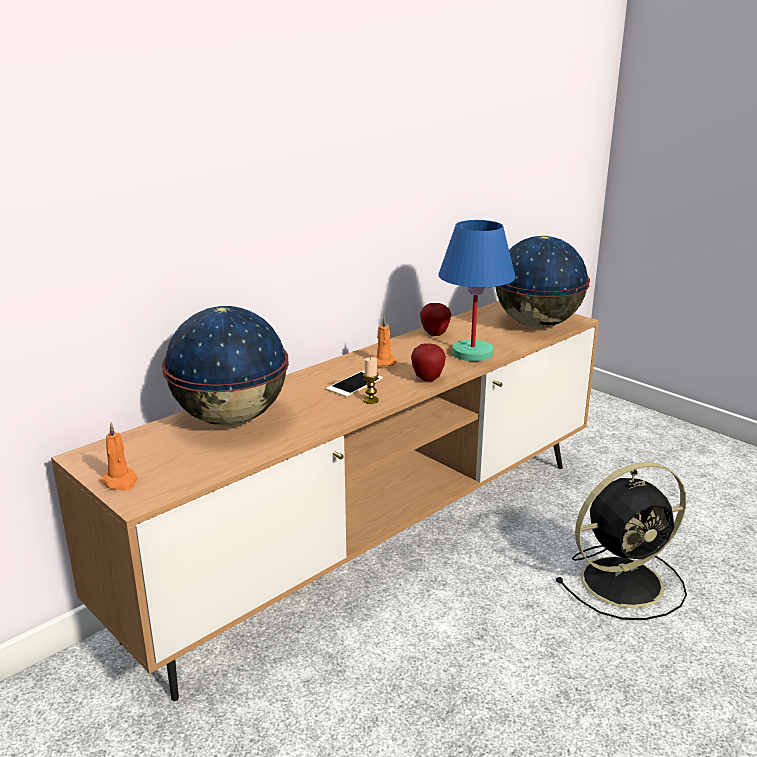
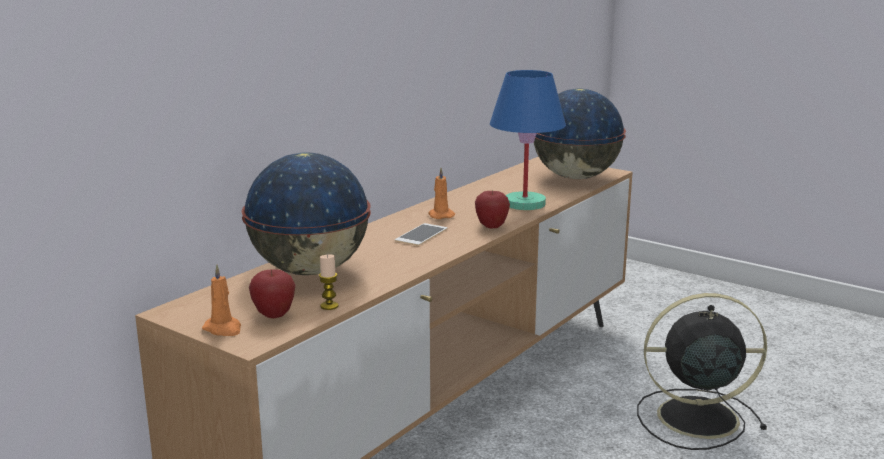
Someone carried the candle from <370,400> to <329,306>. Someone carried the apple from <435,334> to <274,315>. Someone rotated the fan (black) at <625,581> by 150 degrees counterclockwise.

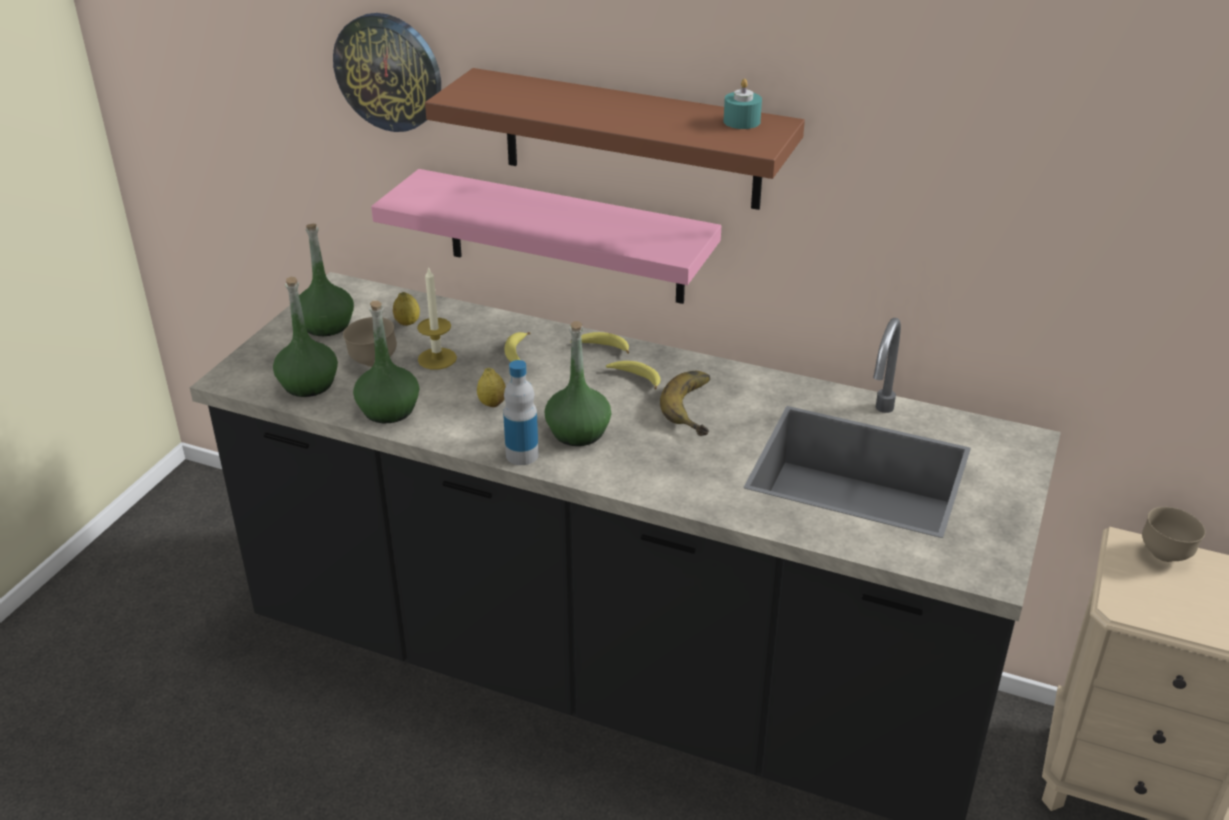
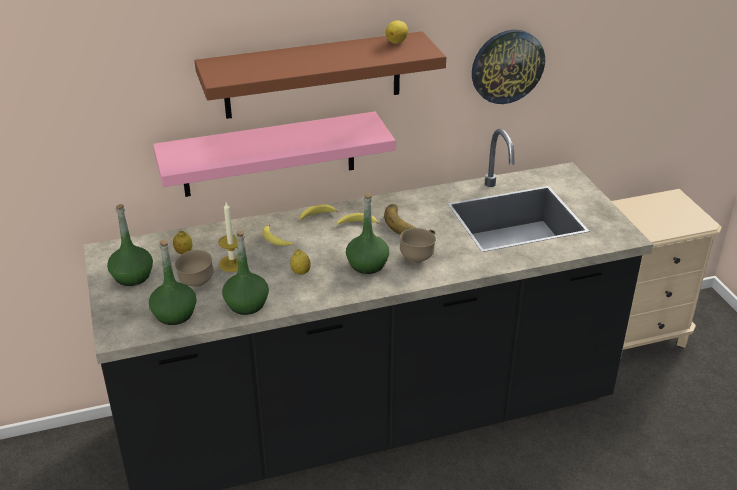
Someone carried the wall clock from <389,72> to <507,66>. Someone took away the bottle at <522,455>. Someone swapped the candle (turquoise) at <741,121> for the lemon at <397,42>. Someone carried the bowl (brown) from <1165,555> to <417,259>.

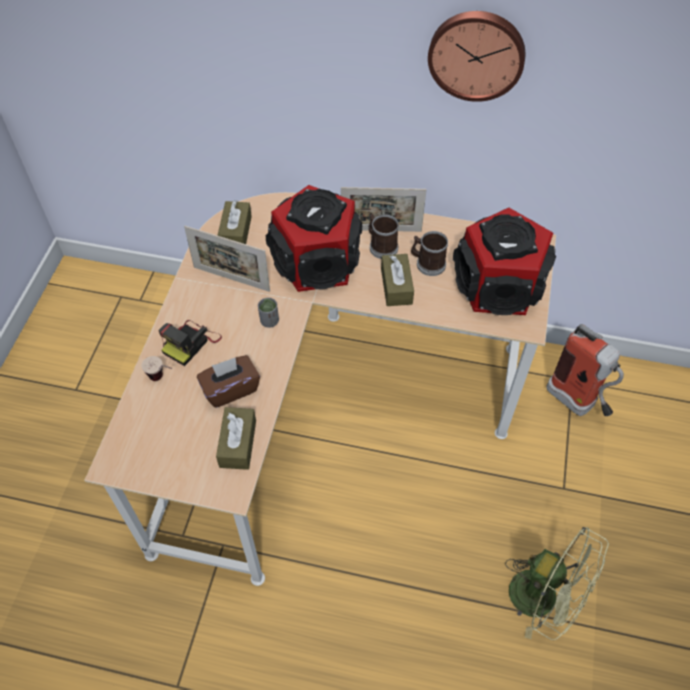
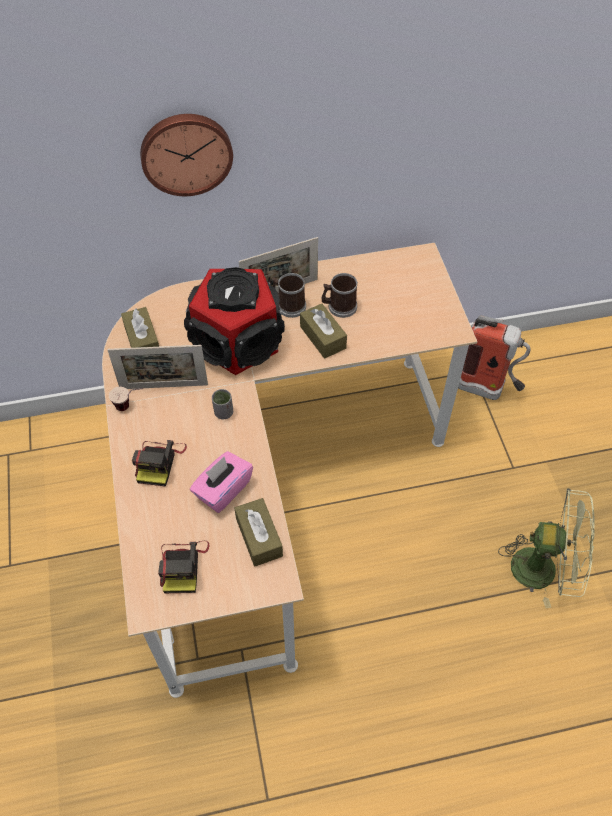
Someone carried the cup from <162,379> to <130,406>. Someone repainted the tissue box (brown) at <230,389>, which became the tissue box (pink) at <223,490>. Someone carried the wall clock from <476,54> to <186,152>. Someone took away the speaker at <499,287>. Someone put down the photo camera at <183,566>.

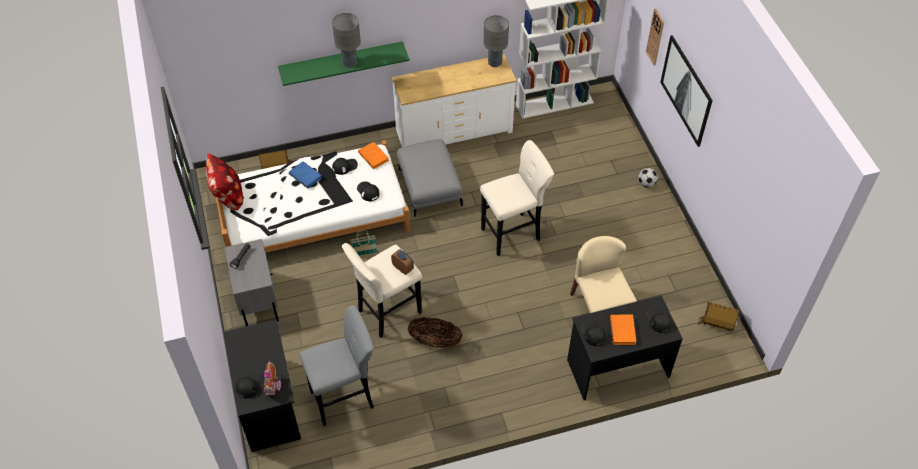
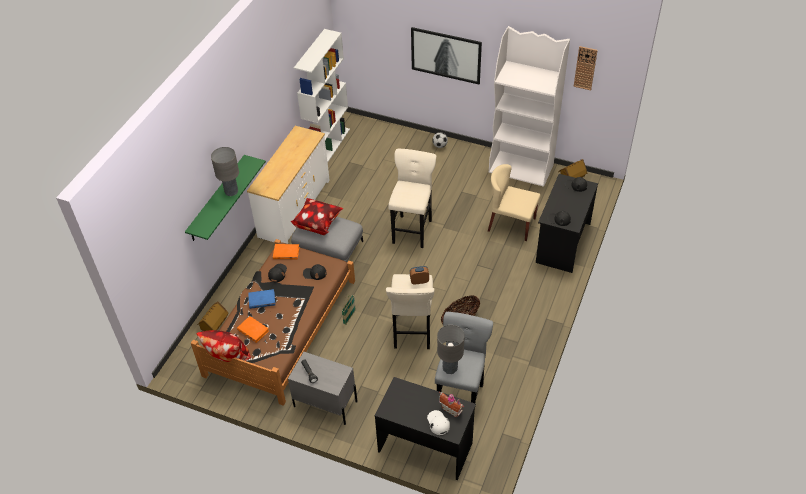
Someone repainted the bed (white) at <313,214>, which became the bed (brown) at <281,327>. Someone repainted the cap (black) at <250,385>, which became the cap (white) at <438,423>. Someone carried the table lamp (grey) from <494,62> to <450,368>. Someone carried the book (orange) from <622,330> to <253,330>. Someone carried the wall clock from <655,37> to <585,68>. Someone put down the pillow at <317,223>. Someone put down the bookcase (white) at <521,168>.

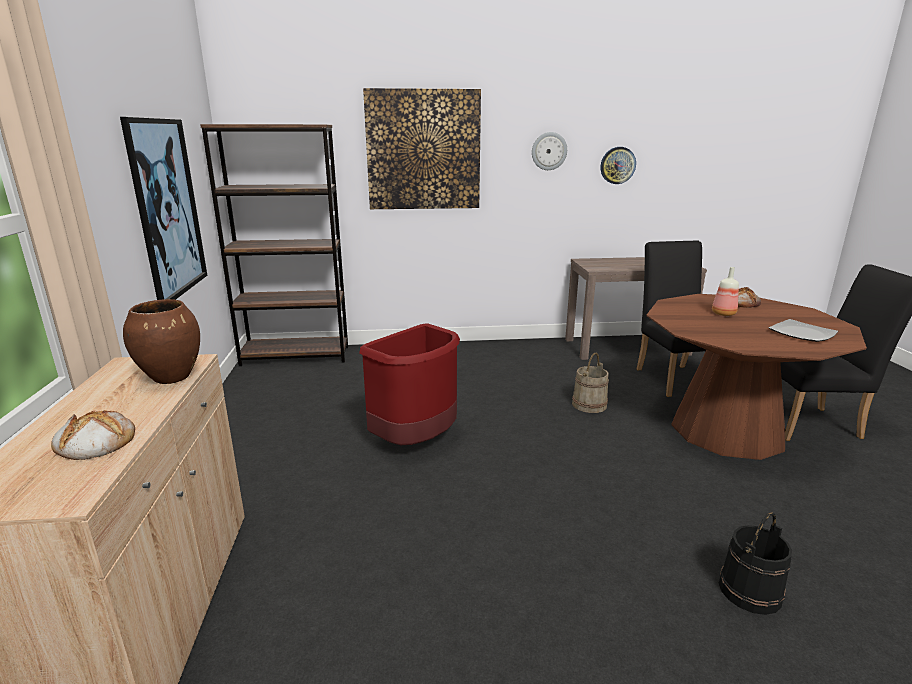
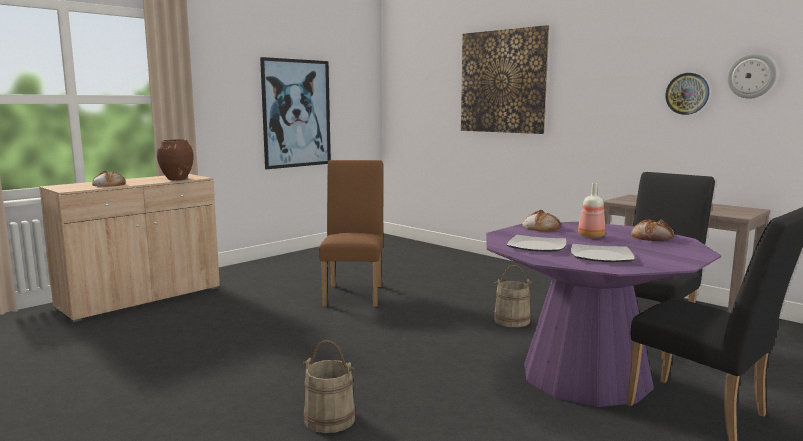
Someone took away the bookcase (brown) at <296,356>. Someone swapped the trash can (red) at <417,440> for the chair (brown) at <354,293>. Someone carried the wall clock from <549,151> to <751,76>. Someone repainted the dining table (brown) at <727,430>, which became the dining table (purple) at <586,376>. Someone repainted the bucket (black) at <750,591>, which became the bucket (beige) at <329,419>. Someone put down the plate at <536,246>. Someone put down the bread at <541,227>.

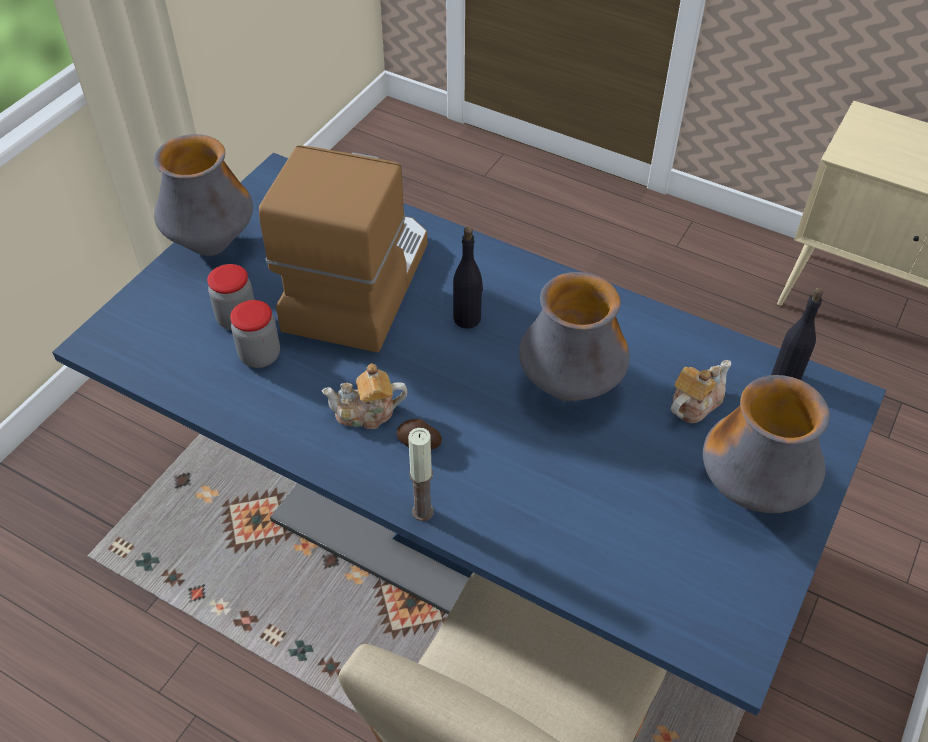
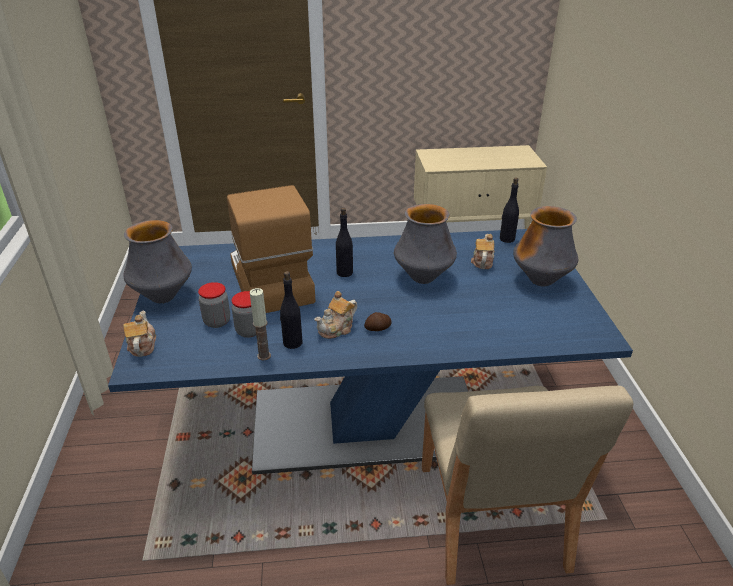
Someone carried the candle from <422,511> to <264,356>. Someone put down the teapot at <142,345>. Someone put down the bottle (black) at <292,342>.

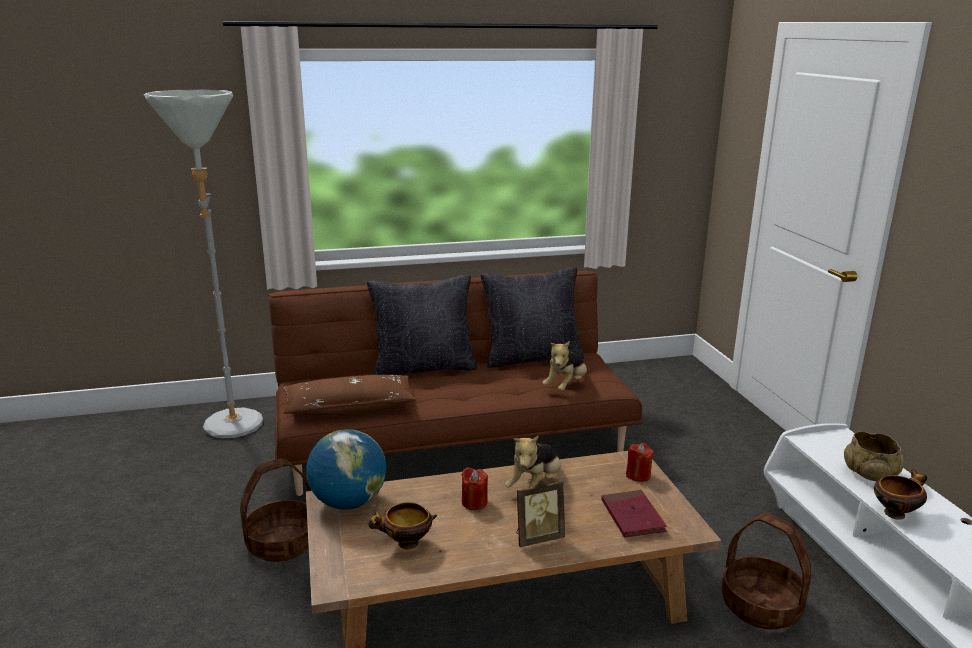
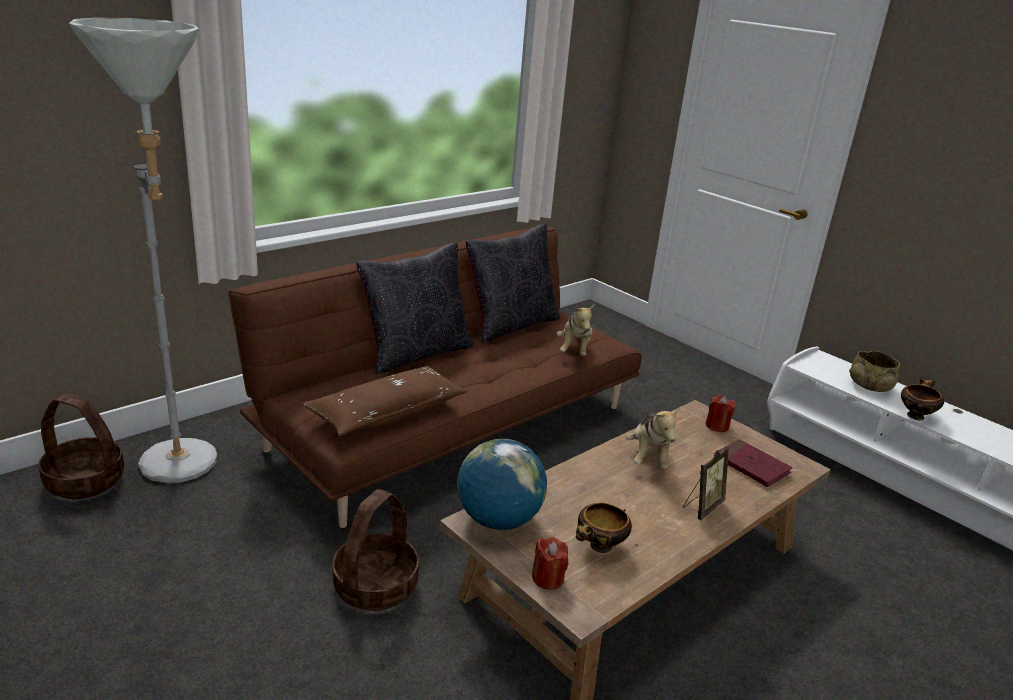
Someone carried the candle (red) from <474,502> to <548,578>. Someone carried the basket from <761,606> to <86,480>.

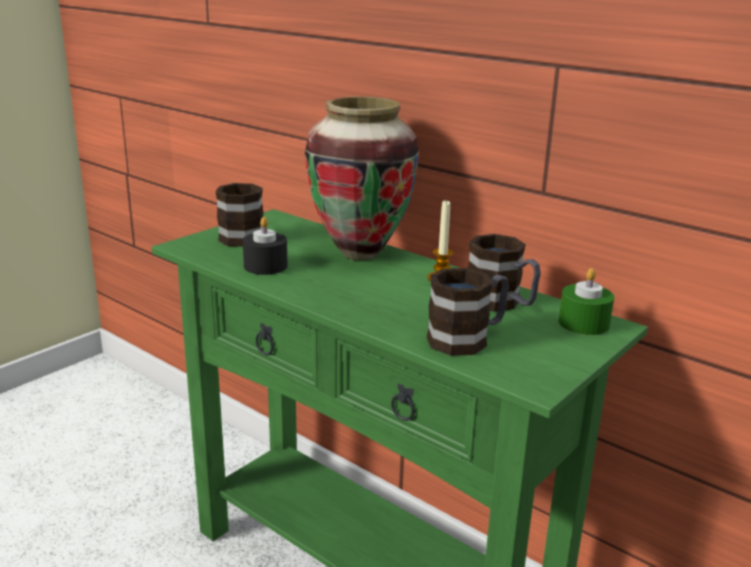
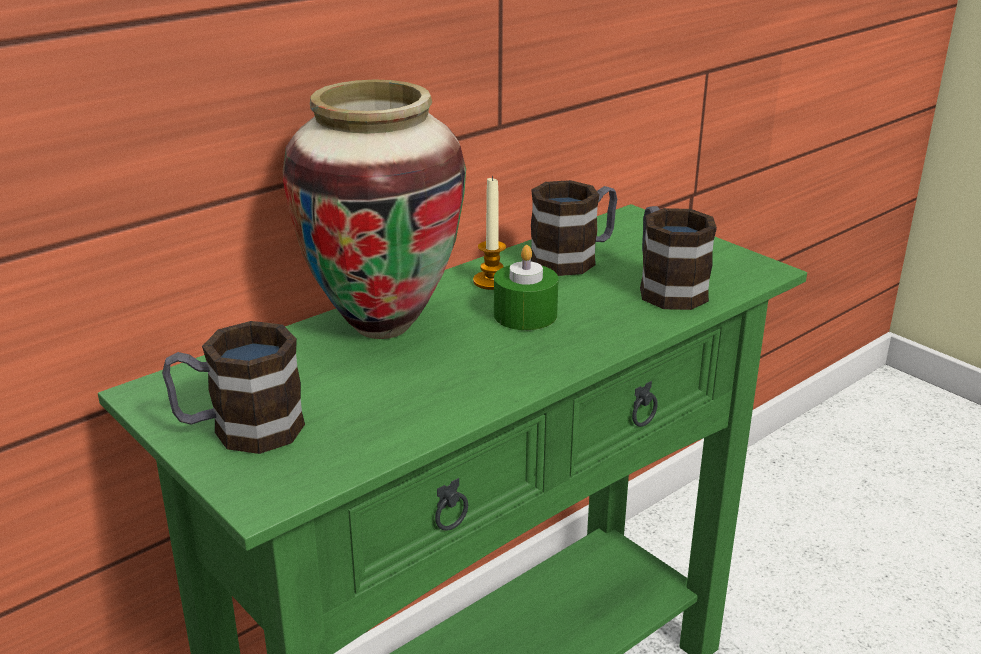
Someone took away the candle (black) at <265,266>. Someone carried the candle (green) from <583,323> to <525,315>.

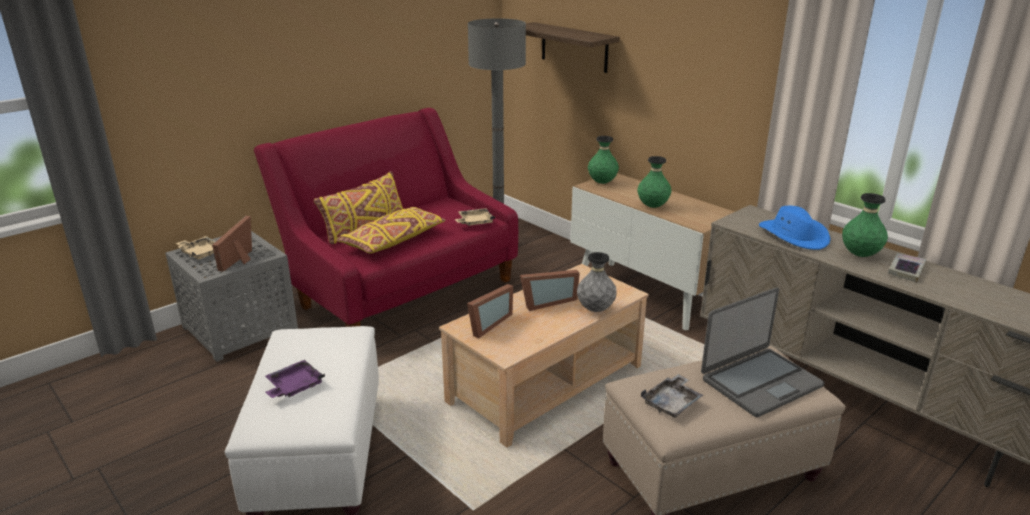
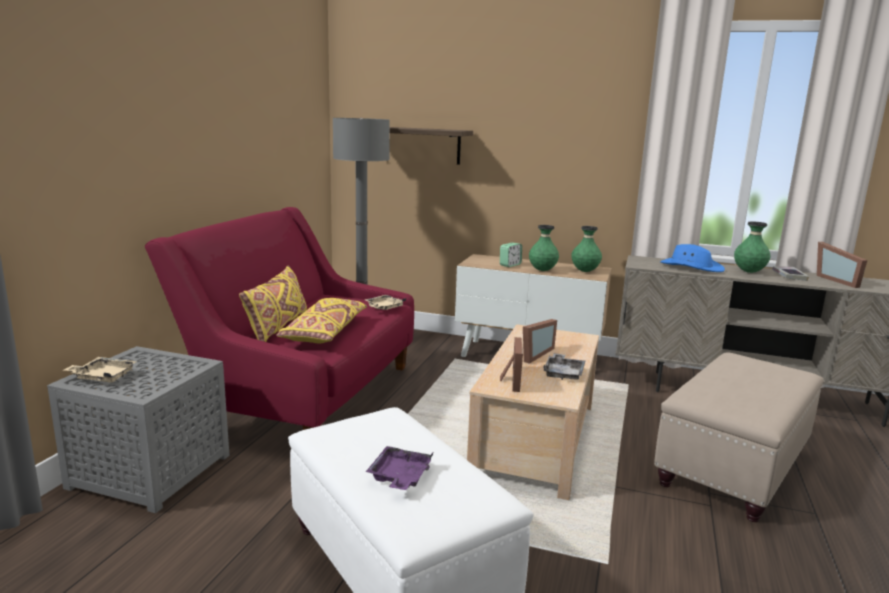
Someone carried the picture frame from <241,259> to <839,280>. Someone took away the vase (grey) at <595,309>. Someone carried the vase (green) from <602,182> to <584,271>. Someone carried the tray (grey) from <672,403> to <563,373>. Someone took away the laptop at <760,382>. Someone put down the alarm clock at <510,265>.

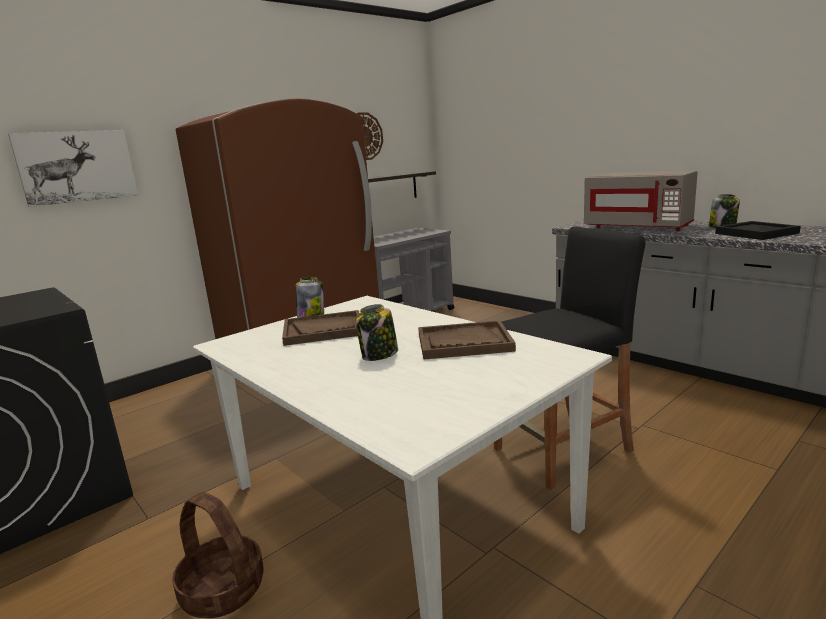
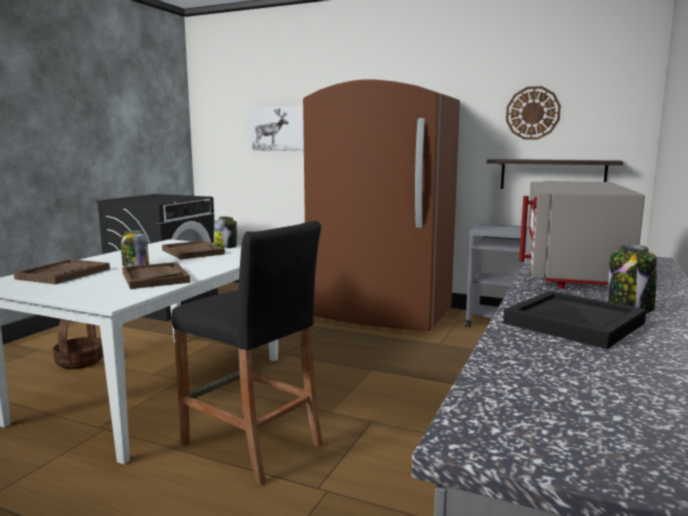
Someone put down the tray (brown) at <64,274>.

